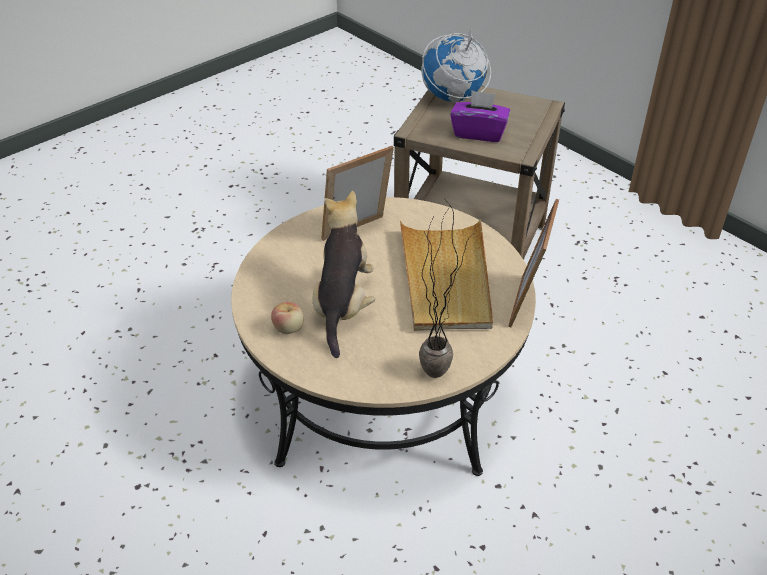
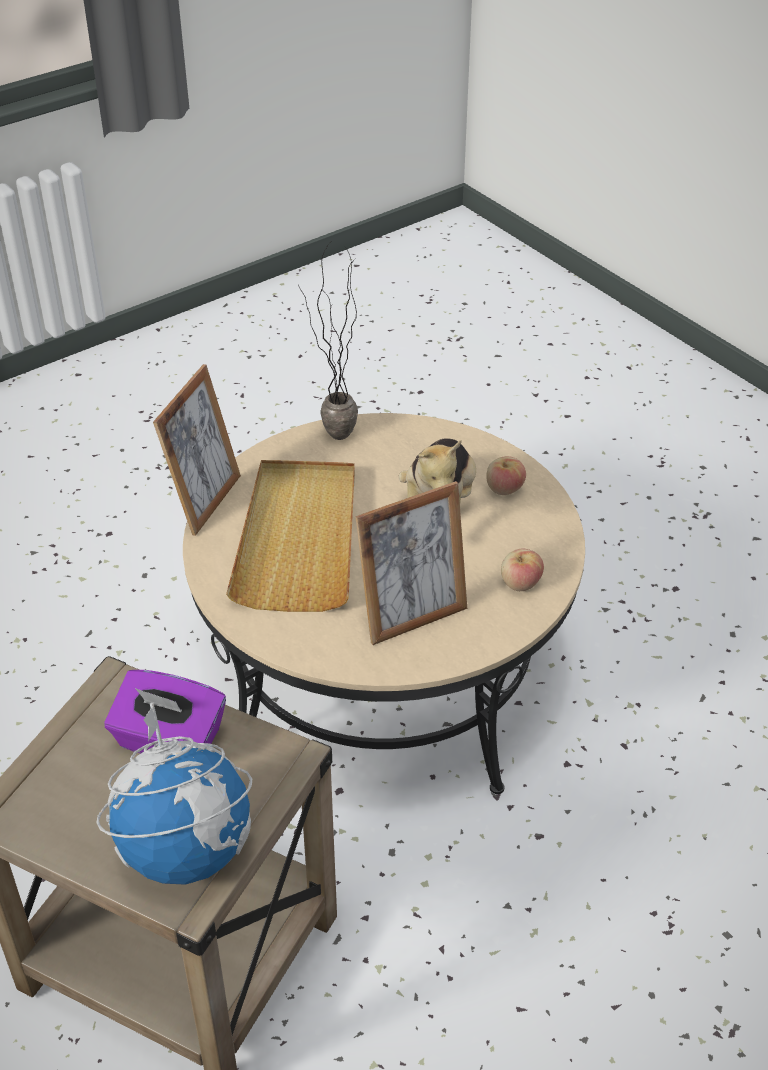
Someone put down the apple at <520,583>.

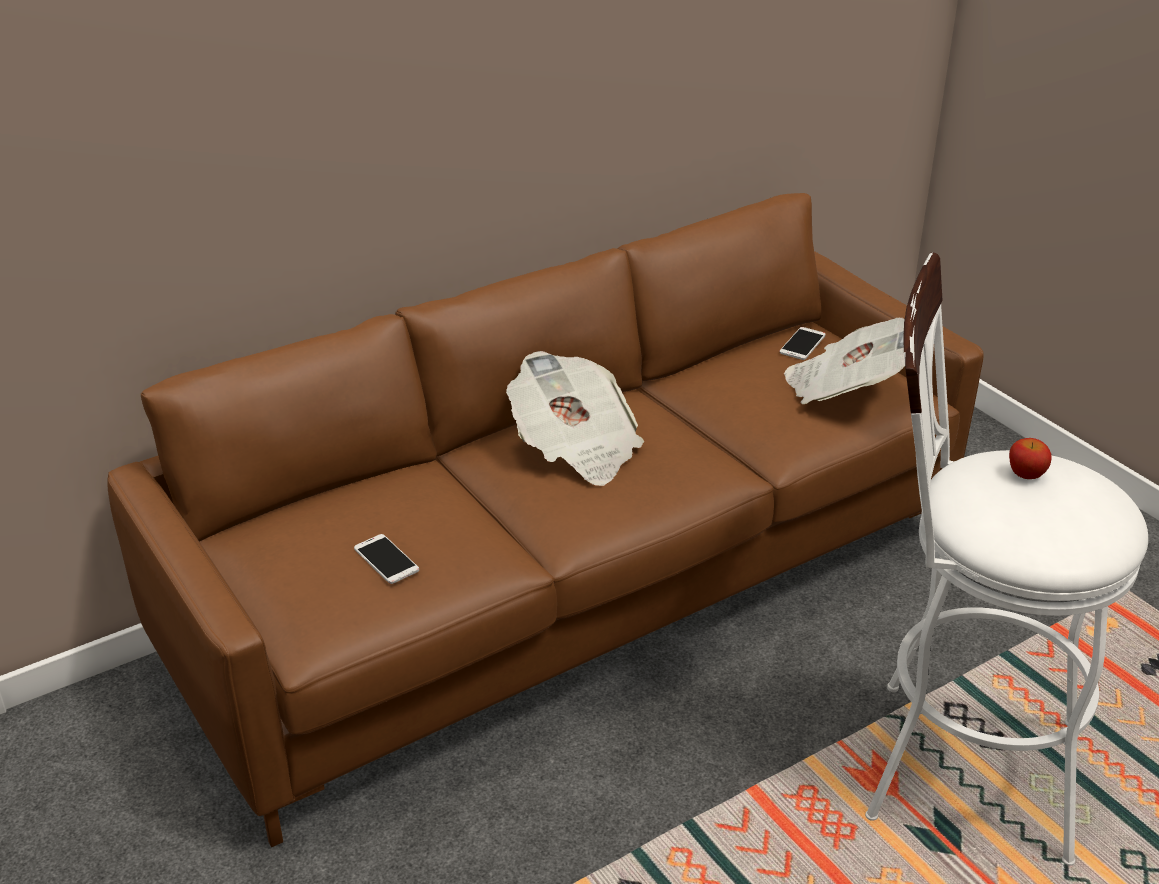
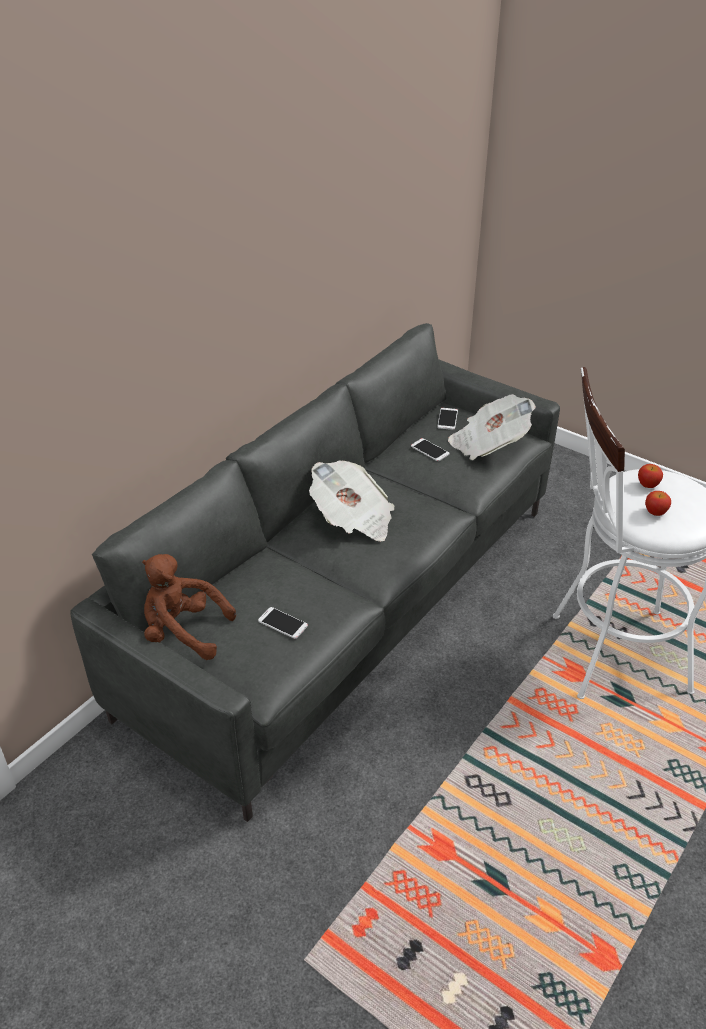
Someone repainted the sofa (brown) at <579,598>, which became the sofa (grey) at <351,608>. Someone put down the plush toy (brown) at <183,632>. Someone put down the phone at <430,450>. Someone put down the apple at <655,512>.

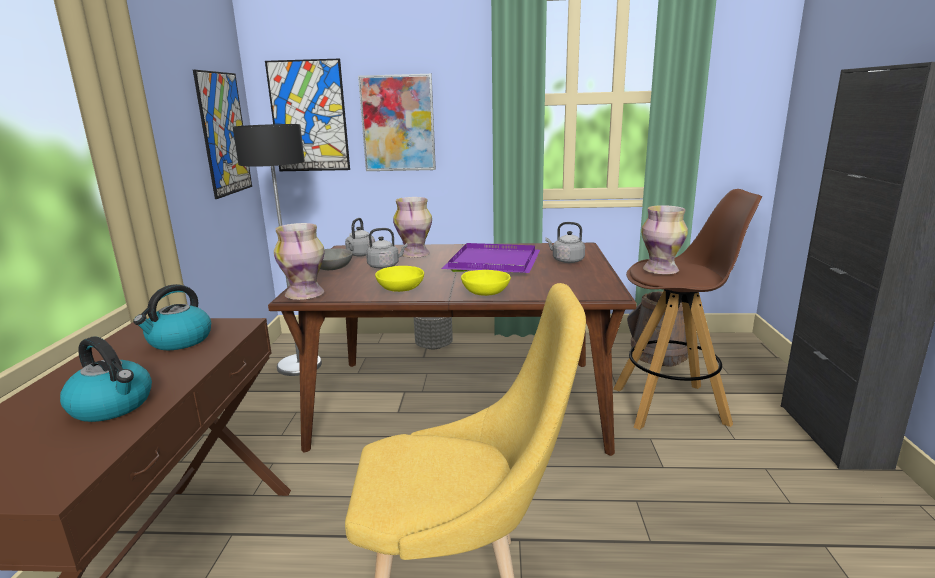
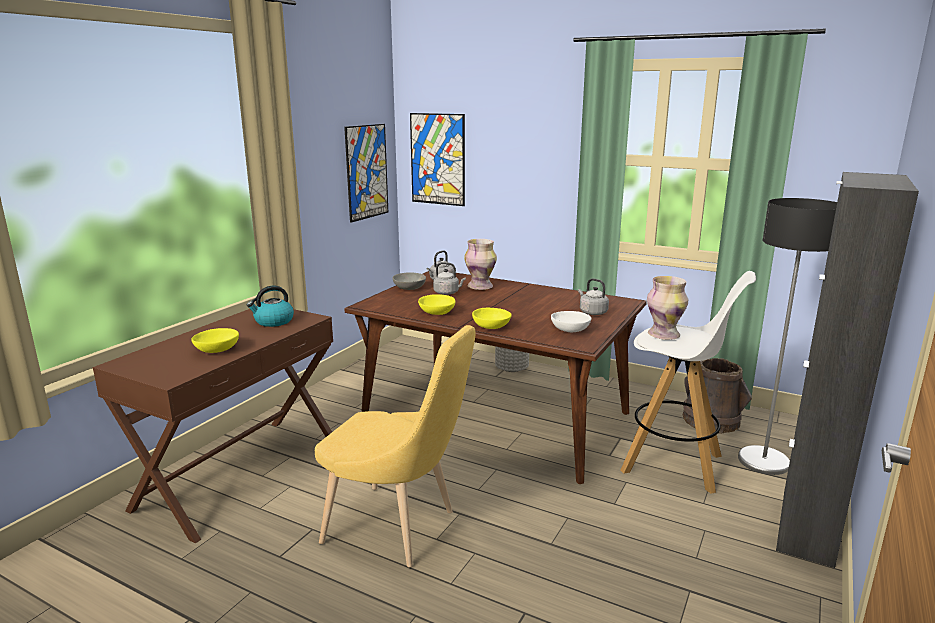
Someone swapped the kettle at <113,406> for the bowl (yellow) at <217,350>. Someone carried the floor lamp from <300,365> to <764,461>. Someone took away the vase at <305,294>. Someone took away the picture at <398,123>. Someone took away the tray (purple) at <495,262>. Someone repainted the stool (brown) at <671,406>, which became the stool (white) at <673,464>. Someone put down the bowl (white) at <570,330>.

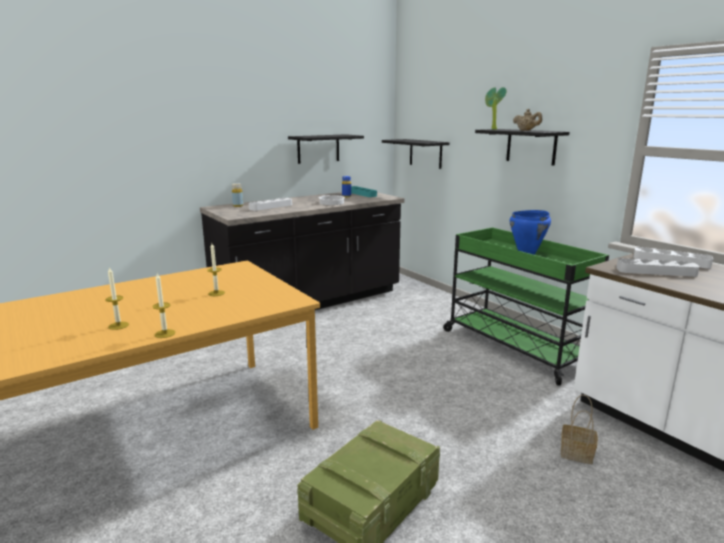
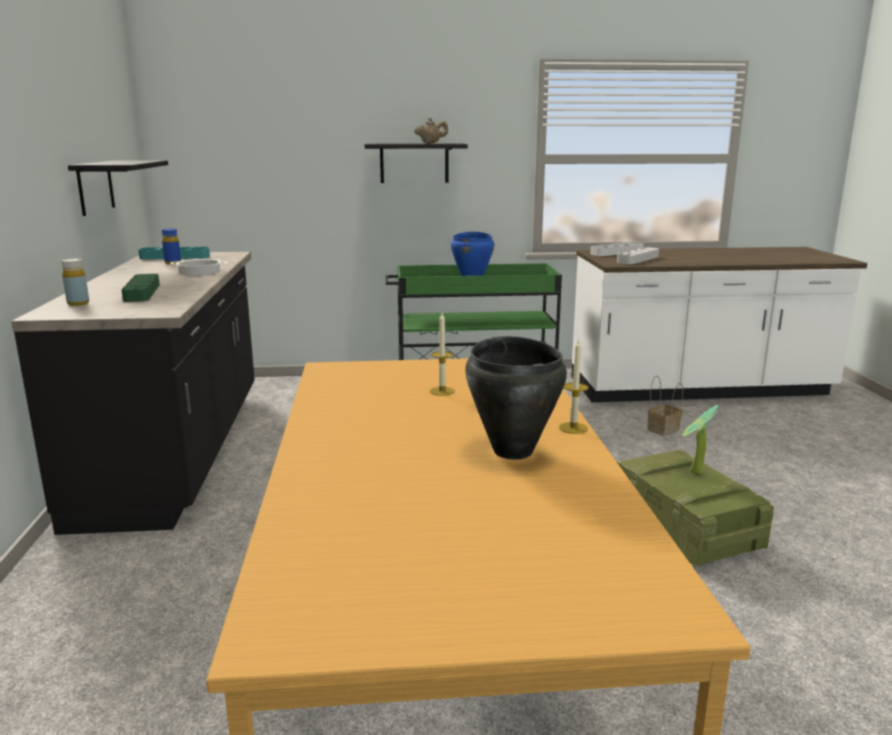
Someone swapped the candle at <118,325> for the cooking pot (black) at <513,451>. Someone repainted the tray (white) at <271,207>, which became the tray (green) at <142,292>. Someone took away the shelf (black) at <425,153>. Someone carried the potted plant from <492,129> to <694,473>.

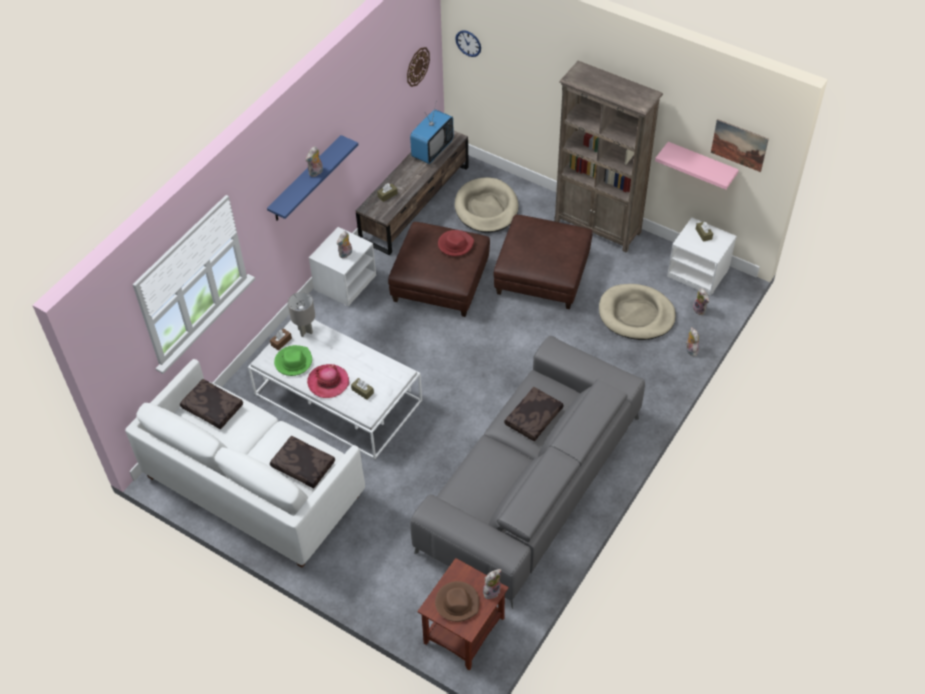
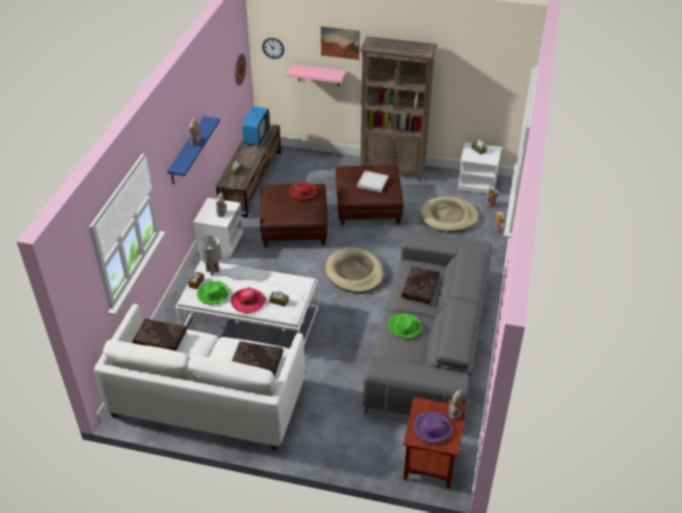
Someone repainted the hat (brown) at <457,602>, which became the hat (purple) at <432,428>. Someone carried the dog bed (beige) from <486,208> to <354,273>. Someone carried the shelf (pink) from <701,164> to <318,75>. Someone carried the picture from <739,145> to <340,43>. Someone put down the tray (white) at <372,182>. Someone put down the hat (green) at <405,327>.

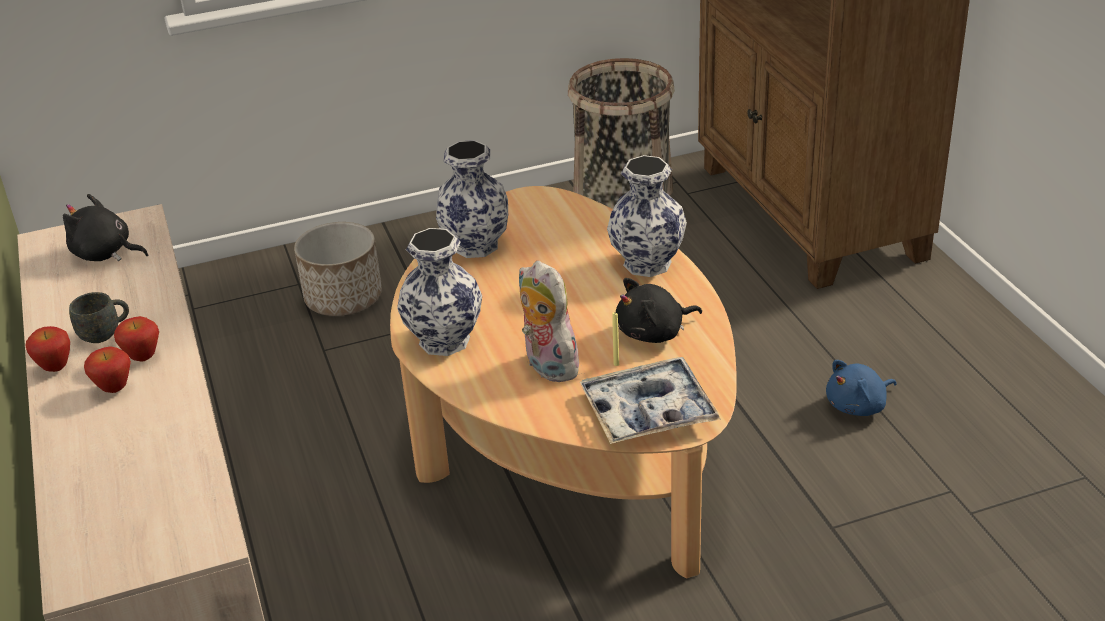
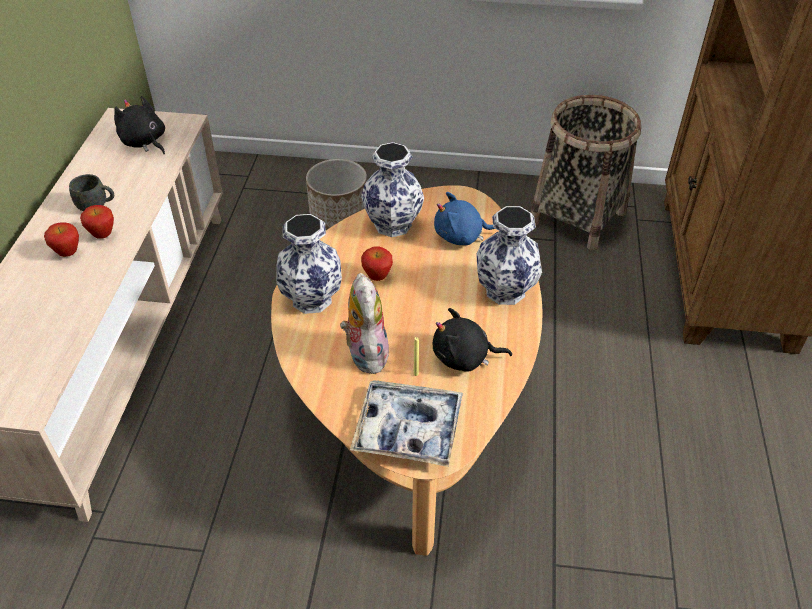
Someone carried the apple from <55,368> to <377,277>. Someone carried the plush toy (blue) from <858,406> to <462,236>.

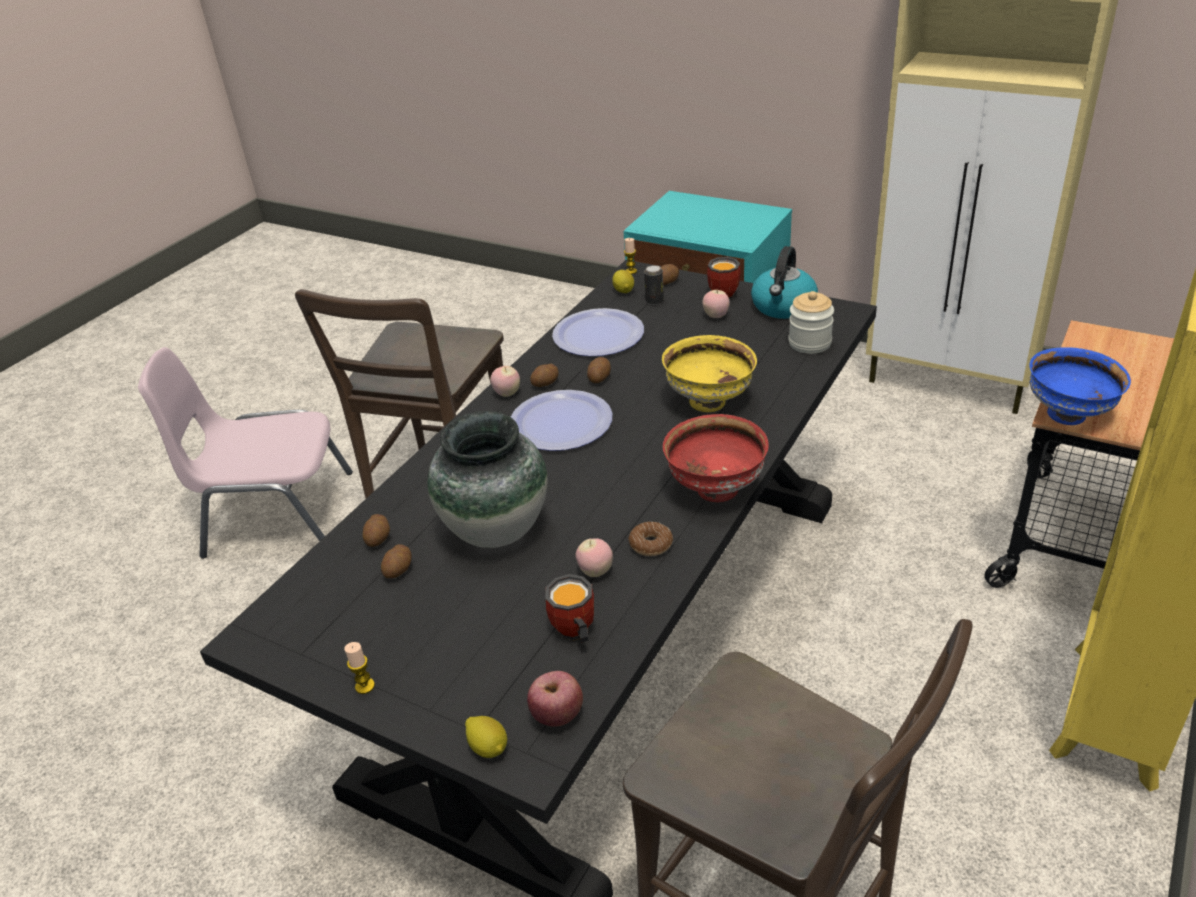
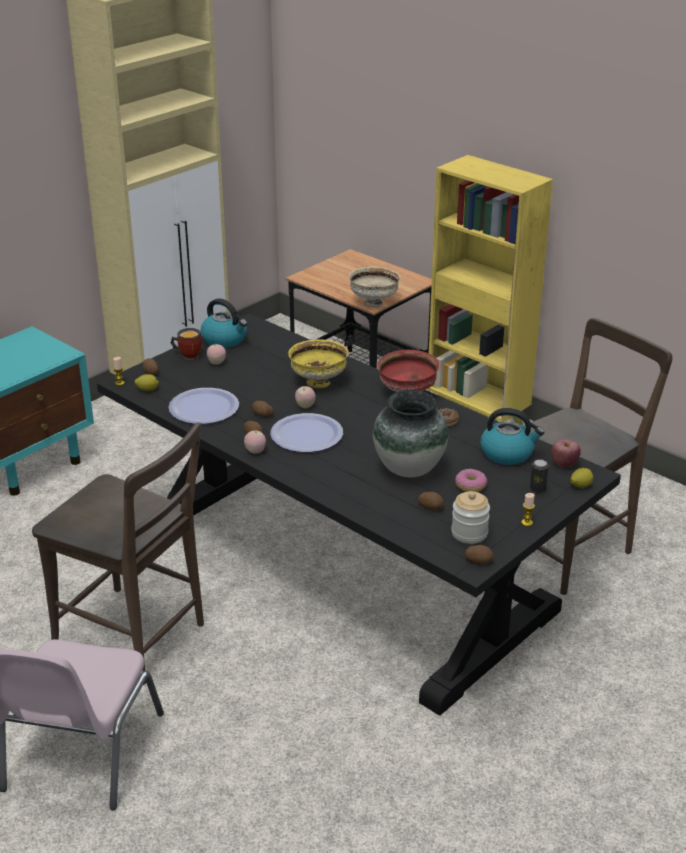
Someone carried the potato from <378,539> to <478,560>. Someone swapped the mug at <573,633> for the kettle at <508,453>. Someone carried the apple from <595,572> to <305,406>. Someone carried the can from <654,301> to <537,489>. Someone carried the jar from <809,343> to <469,533>. Someone repainted the bowl (blue) at <1068,415>, which became the bowl (beige) at <373,303>. Someone put down the donut at <471,485>.

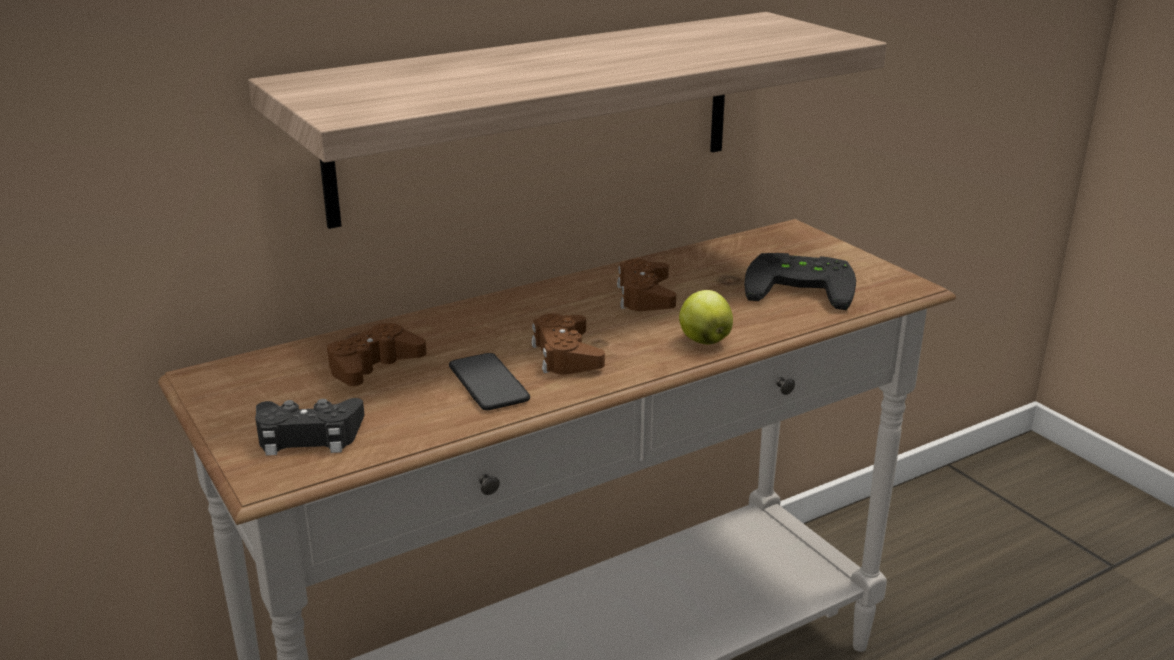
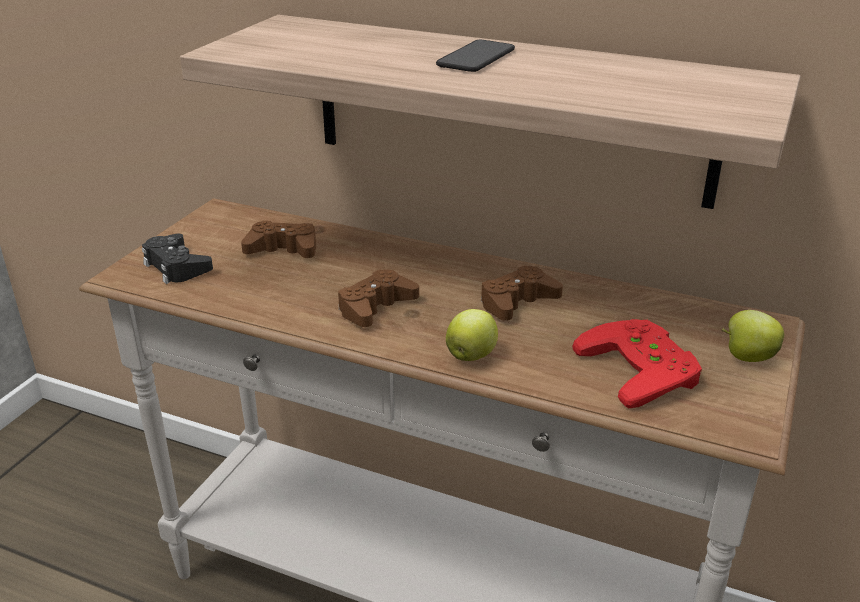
Someone carried the phone from <488,383> to <476,58>. Someone repainted the game controller (black) at <801,287>, which became the game controller (red) at <644,368>. Someone put down the apple at <746,357>.

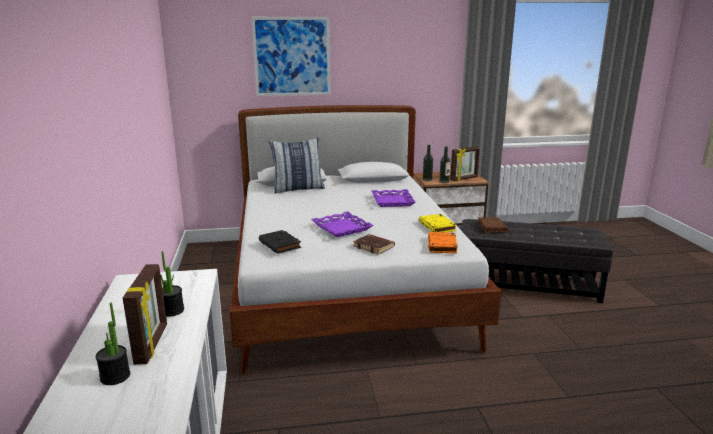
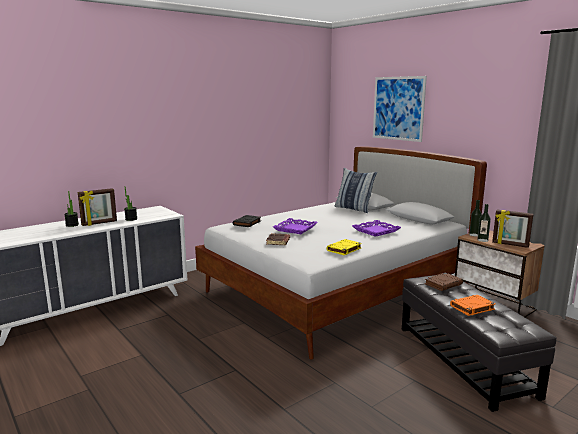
Someone carried the book (orange) from <442,246> to <472,308>.

